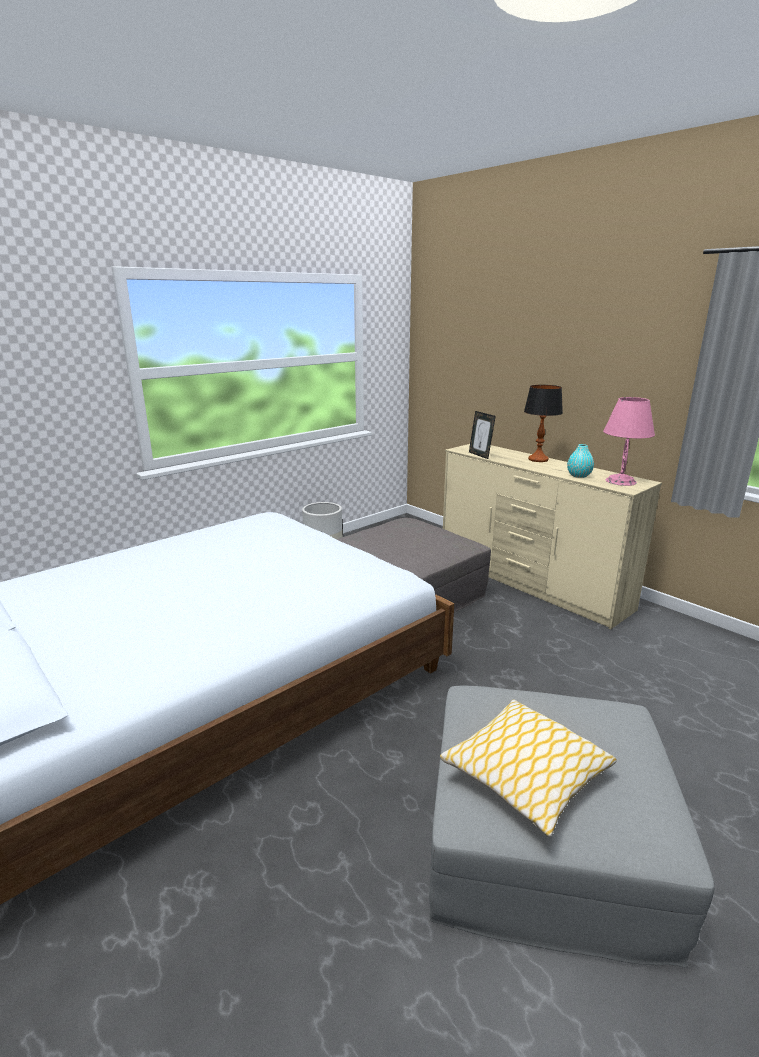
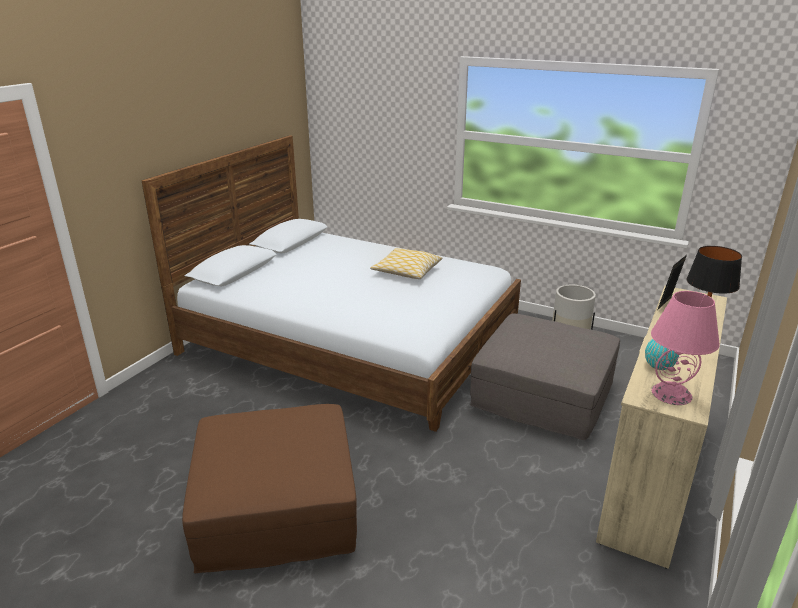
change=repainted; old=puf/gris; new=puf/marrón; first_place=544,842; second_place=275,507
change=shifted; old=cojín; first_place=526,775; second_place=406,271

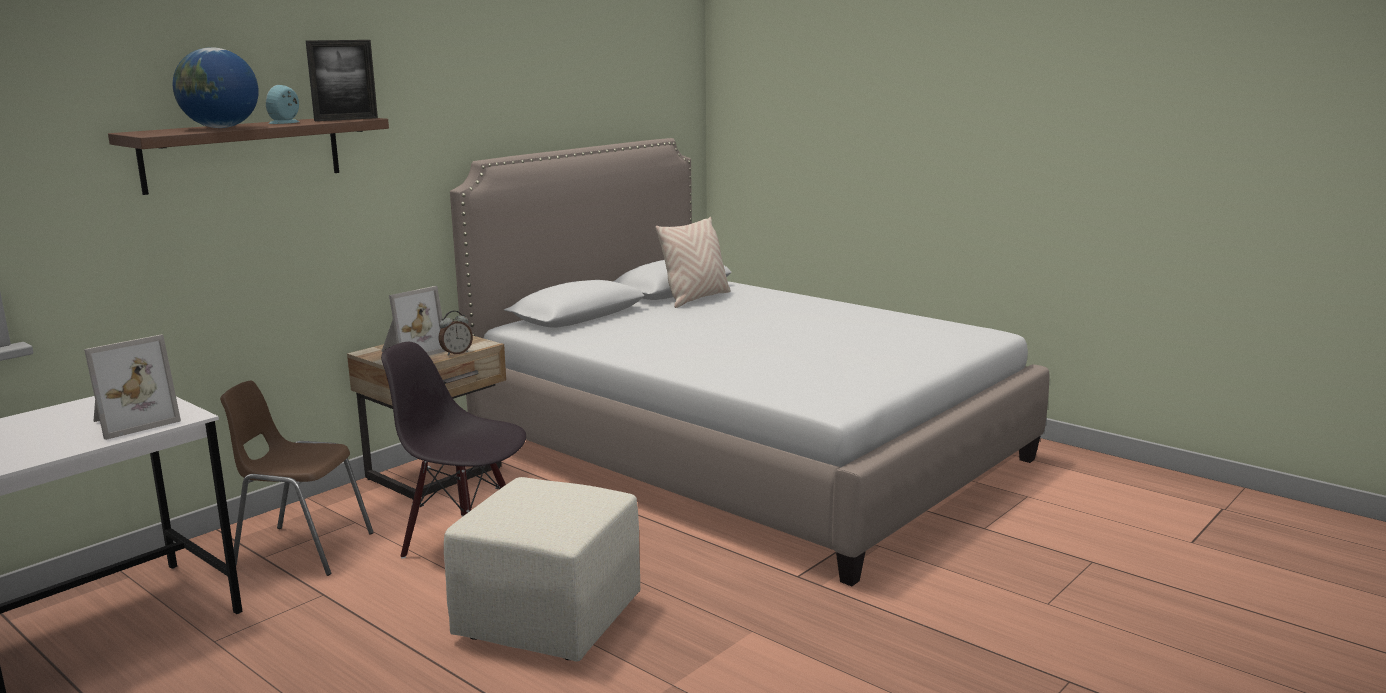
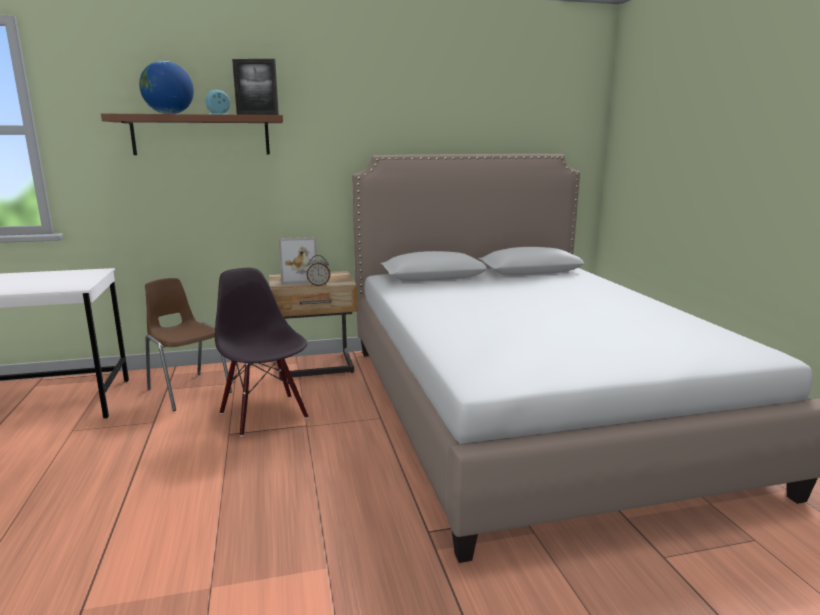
change=gone; old=portarretratos; first_place=132,422
change=gone; old=puf/beis; first_place=549,621
change=gone; old=cojín/beis; first_place=695,299

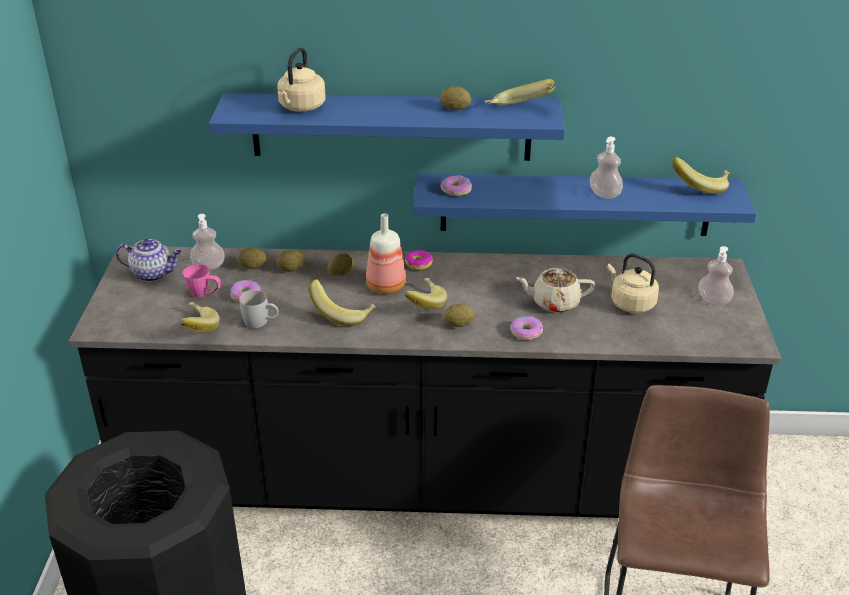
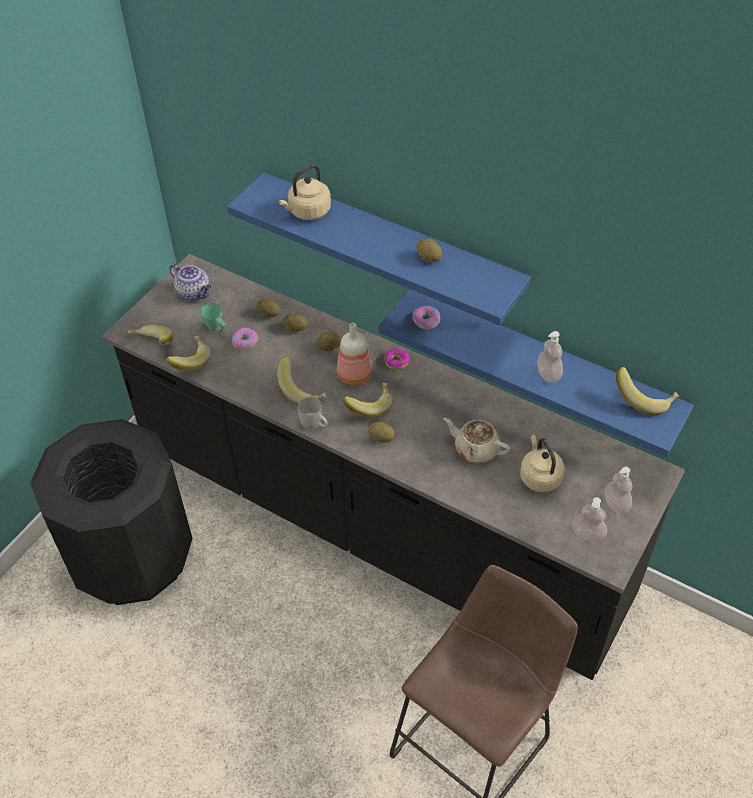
change=shifted; old=plátano; first_place=518,110; second_place=152,345
change=repainted; old=taza grande/rosa; new=taza grande/verde; first_place=205,294; second_place=217,329
change=shifted; old=taza grande/blanco; first_place=261,322; second_place=314,424
change=shifted; old=dispensador de jabón; first_place=209,266; second_place=587,534
change=gone; old=rosquilla; first_place=526,332

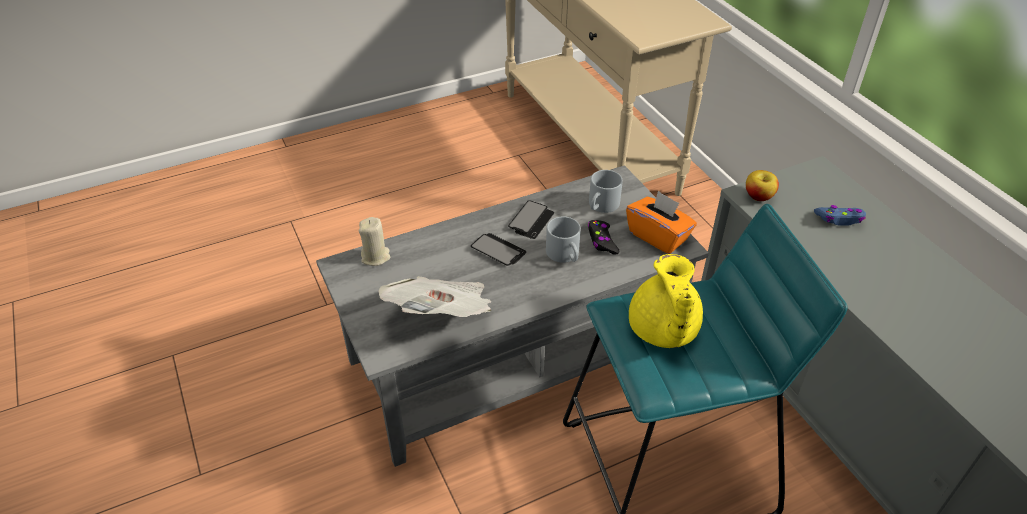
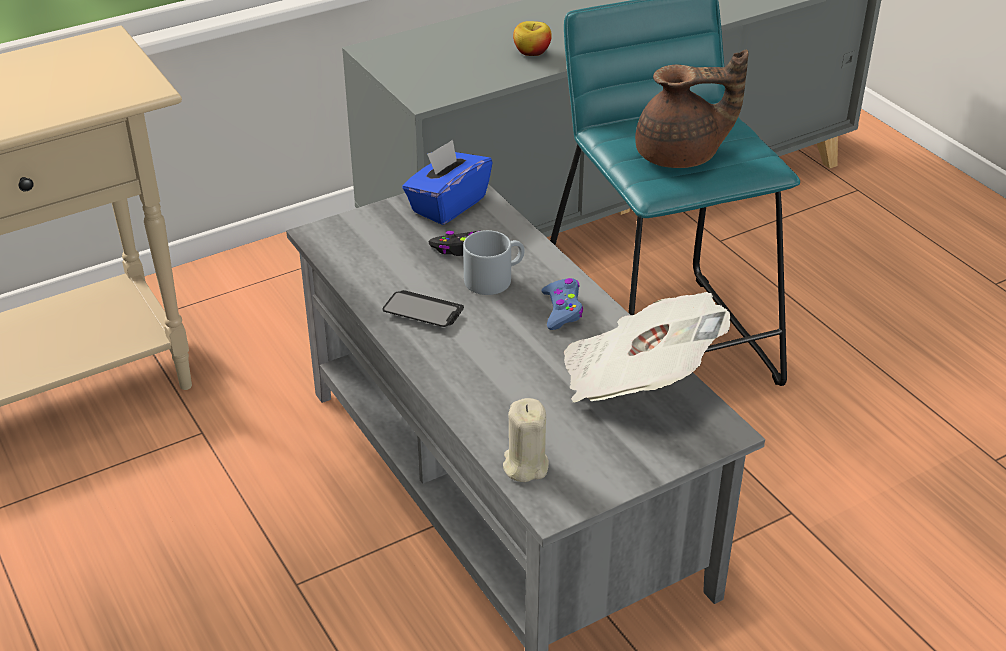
change=repainted; old=caja de pañuelos/naranja; new=caja de pañuelos/azul; first_place=658,236; second_place=448,205
change=shifted; old=manzana; first_place=758,196; second_place=532,53
change=shifted; old=mando de consola/azul; first_place=839,219; second_place=562,310
change=repainted; old=tetera/amarillo; new=tetera/marrón; first_place=662,331; second_place=681,156
change=gone; old=móvil; first_place=498,250
change=gone; old=taza grande/gris; first_place=602,206

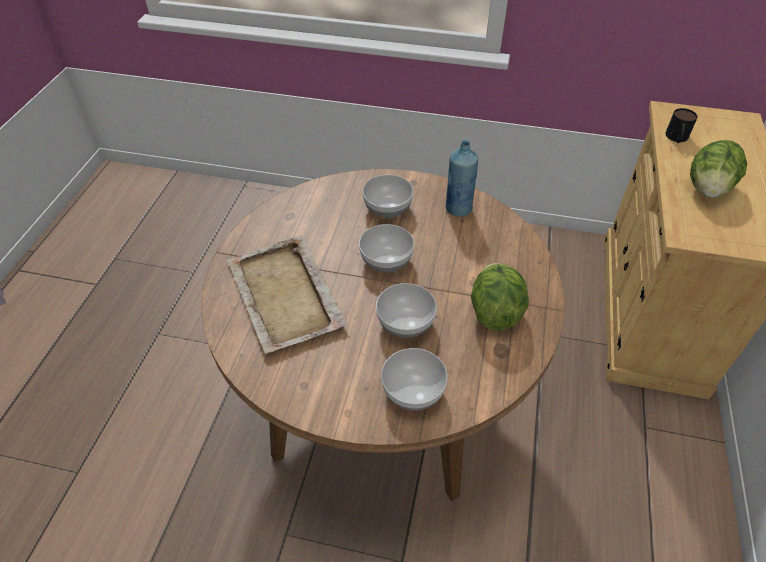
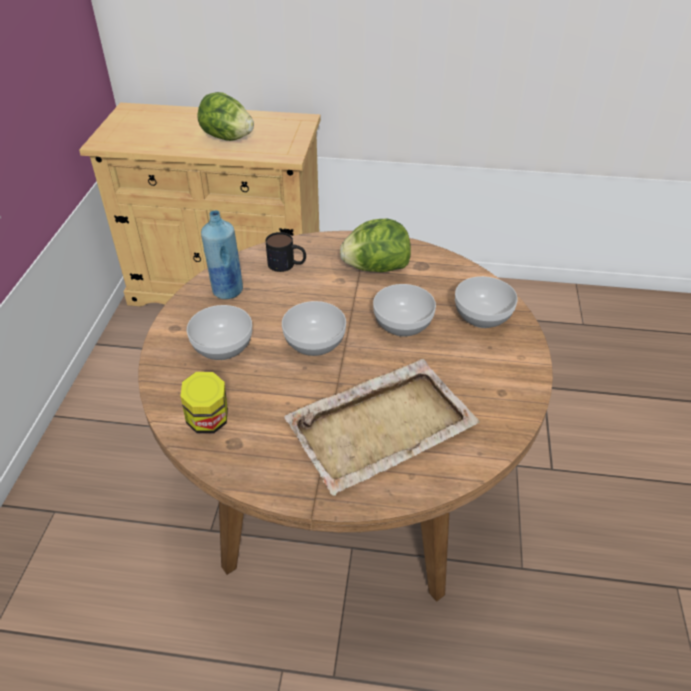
change=new; new=tarro; second_place=208,422
change=shifted; old=taza grande; first_place=676,138; second_place=287,265

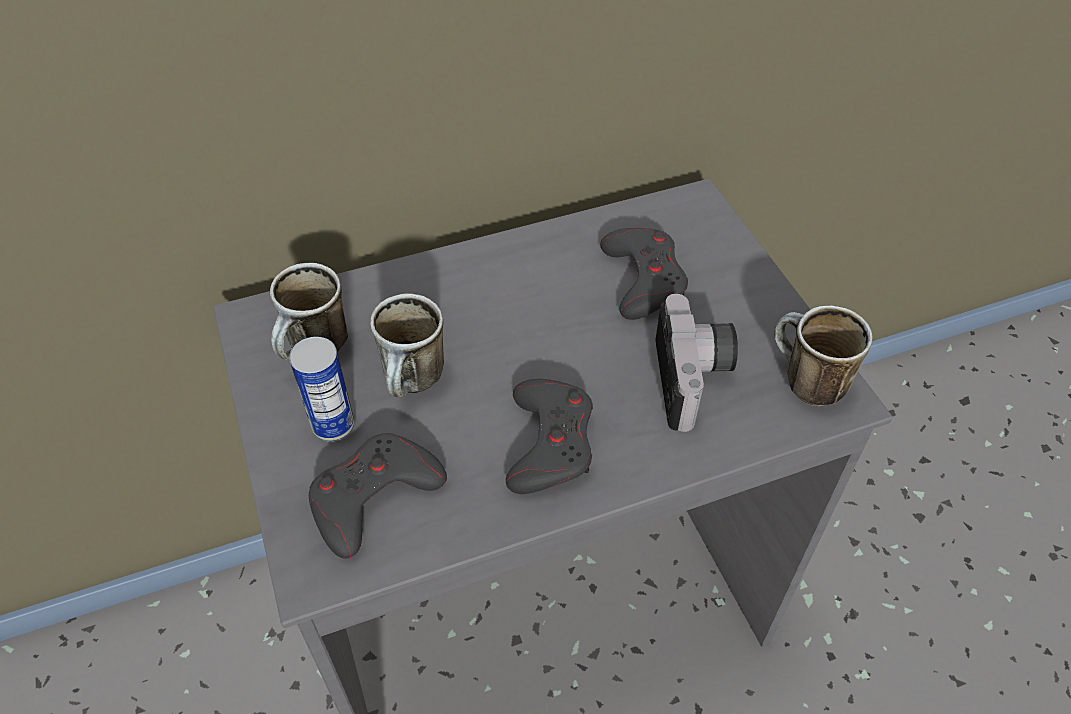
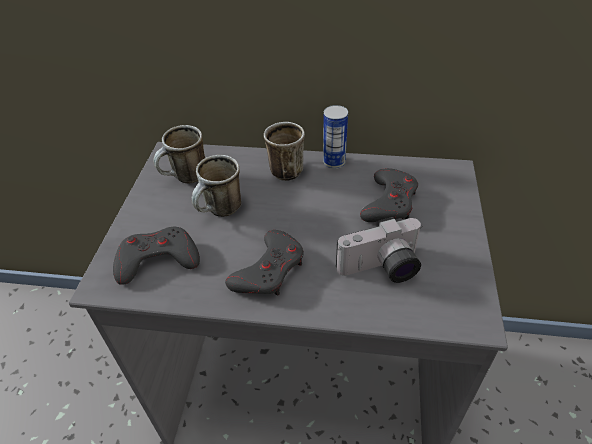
change=shifted; old=taza grande; first_place=803,383; second_place=283,169
change=shifted; old=lata; first_place=333,425; second_place=334,162
change=rotated; old=cámara; first_place=695,380; second_place=381,269; degrees=45

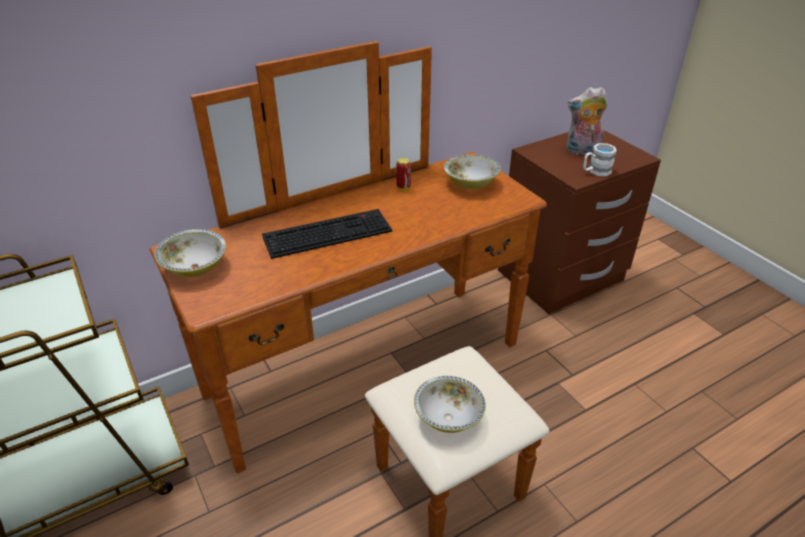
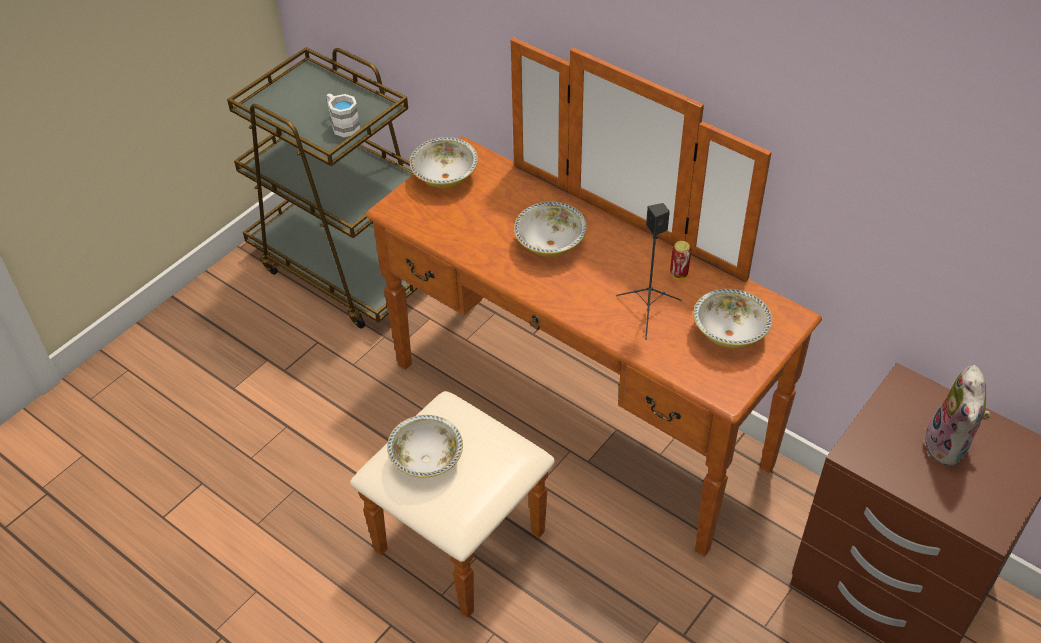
change=shifted; old=taza grande/blanco; first_place=595,171; second_place=342,125
change=swapped; old=teclado; new=cuenco; first_place=328,232; second_place=550,244
change=new; new=altavoz/negro; second_place=648,312
change=rotated; old=peluche; first_place=581,152; second_place=949,446; degrees=-150

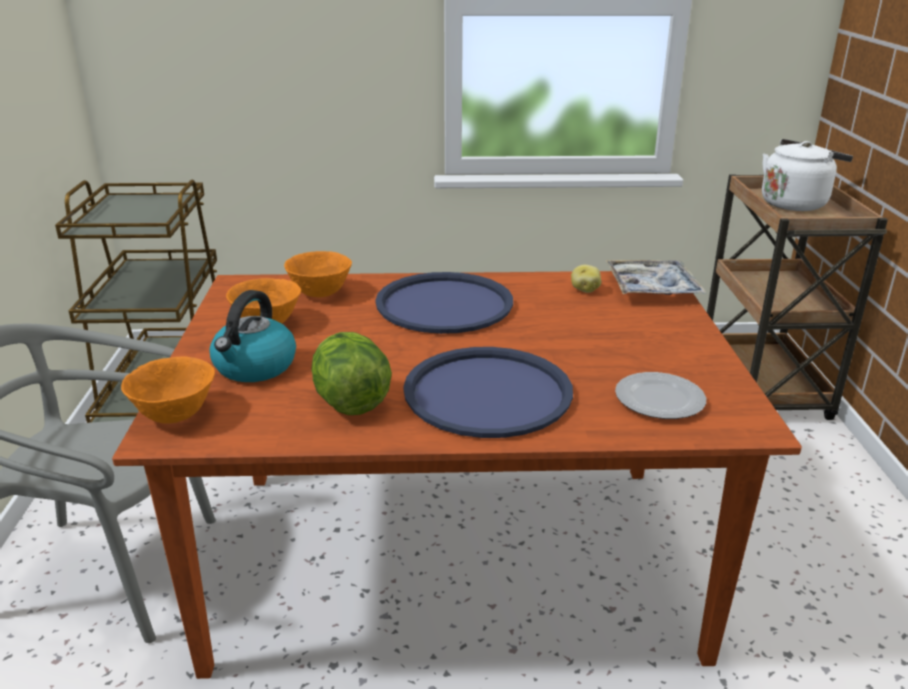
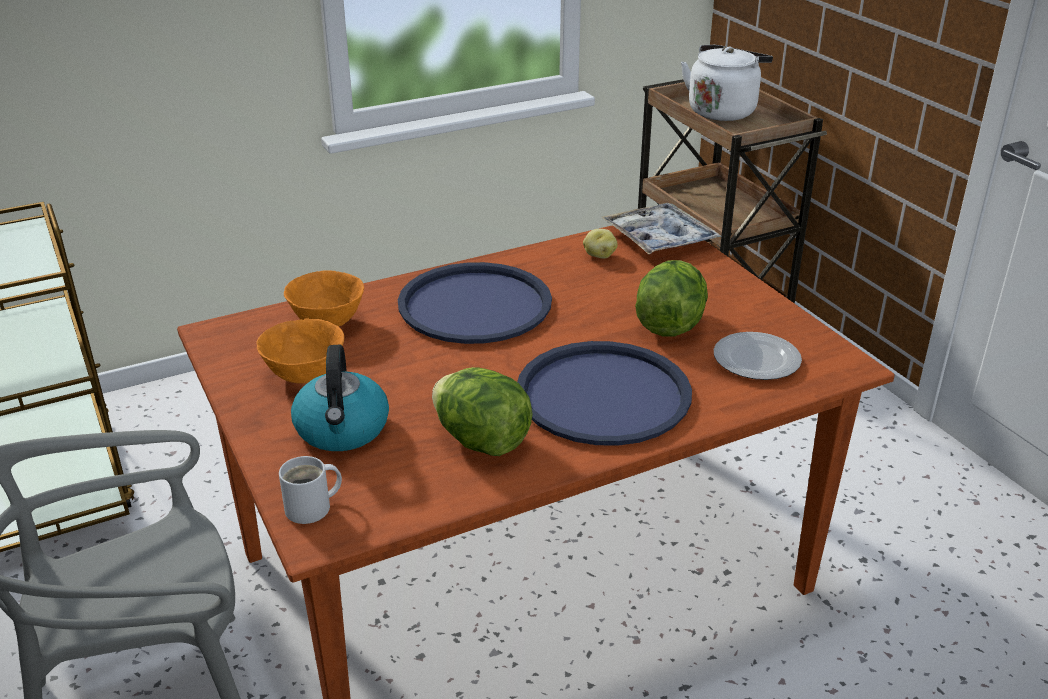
change=swapped; old=cuenco/naranja; new=taza grande/blanco; first_place=176,415; second_place=312,508
change=new; new=lechuga; second_place=669,325

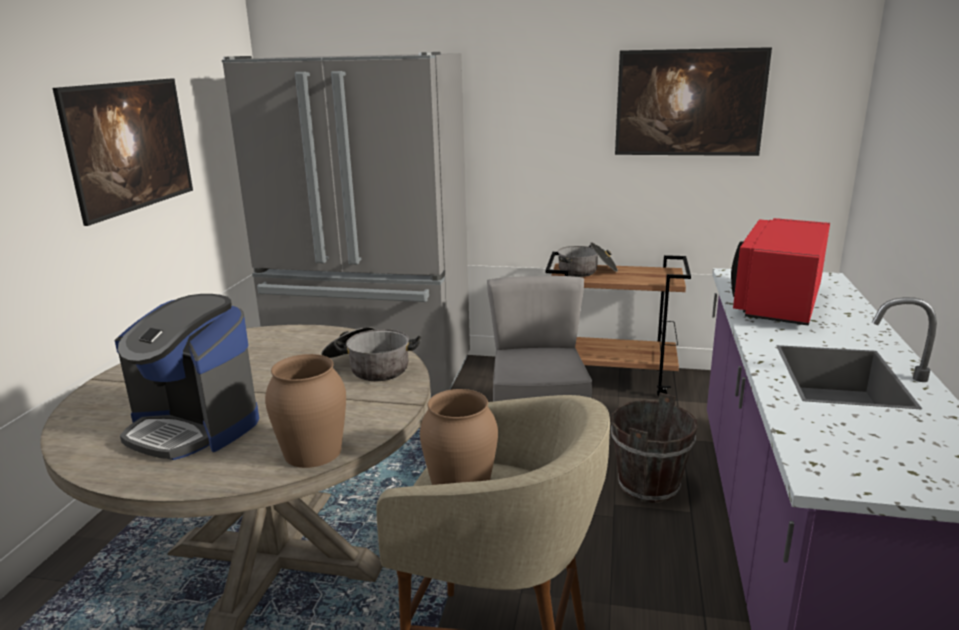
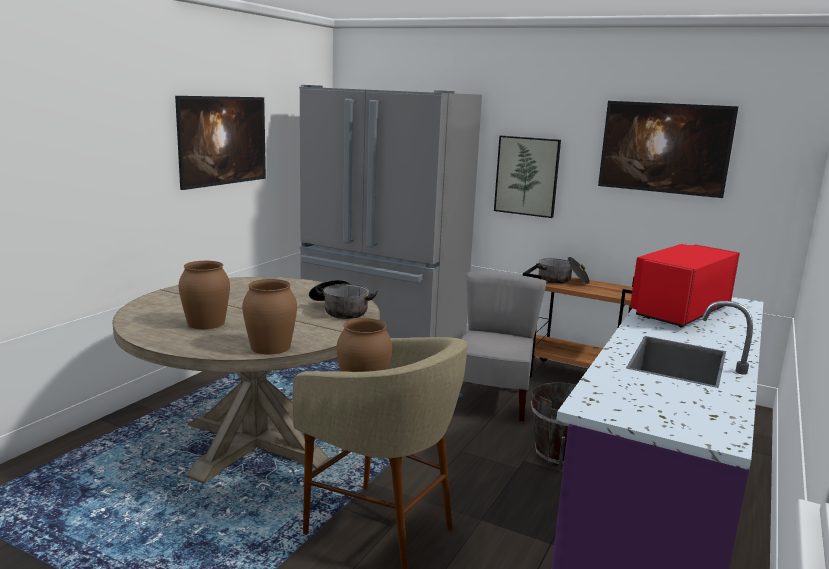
change=swapped; old=cafetera; new=florero/marrón; first_place=194,427; second_place=206,323
change=new; new=cuadro; second_place=527,176

